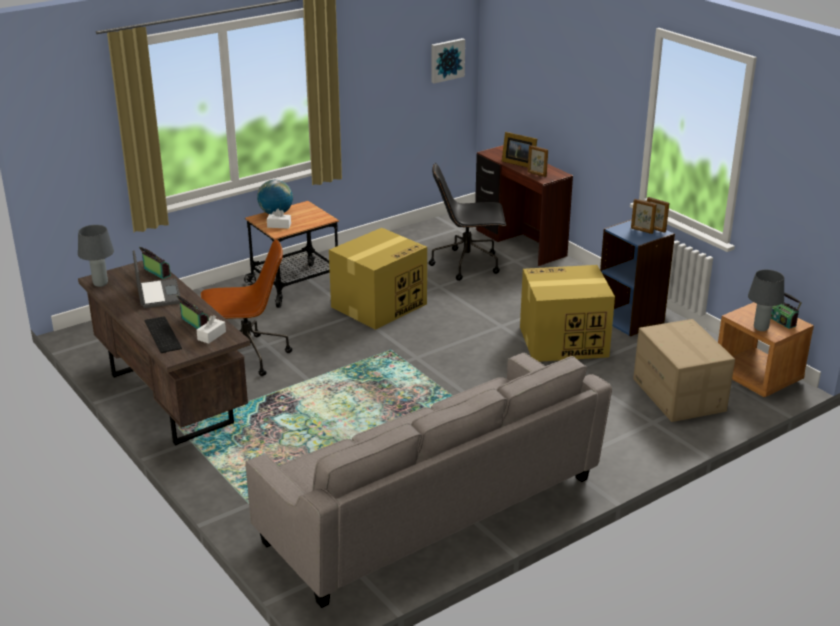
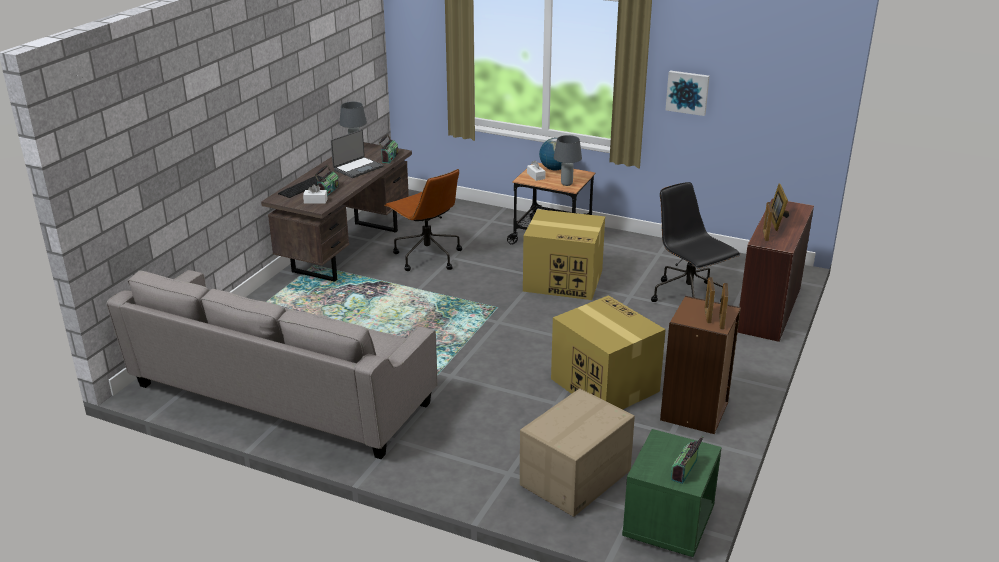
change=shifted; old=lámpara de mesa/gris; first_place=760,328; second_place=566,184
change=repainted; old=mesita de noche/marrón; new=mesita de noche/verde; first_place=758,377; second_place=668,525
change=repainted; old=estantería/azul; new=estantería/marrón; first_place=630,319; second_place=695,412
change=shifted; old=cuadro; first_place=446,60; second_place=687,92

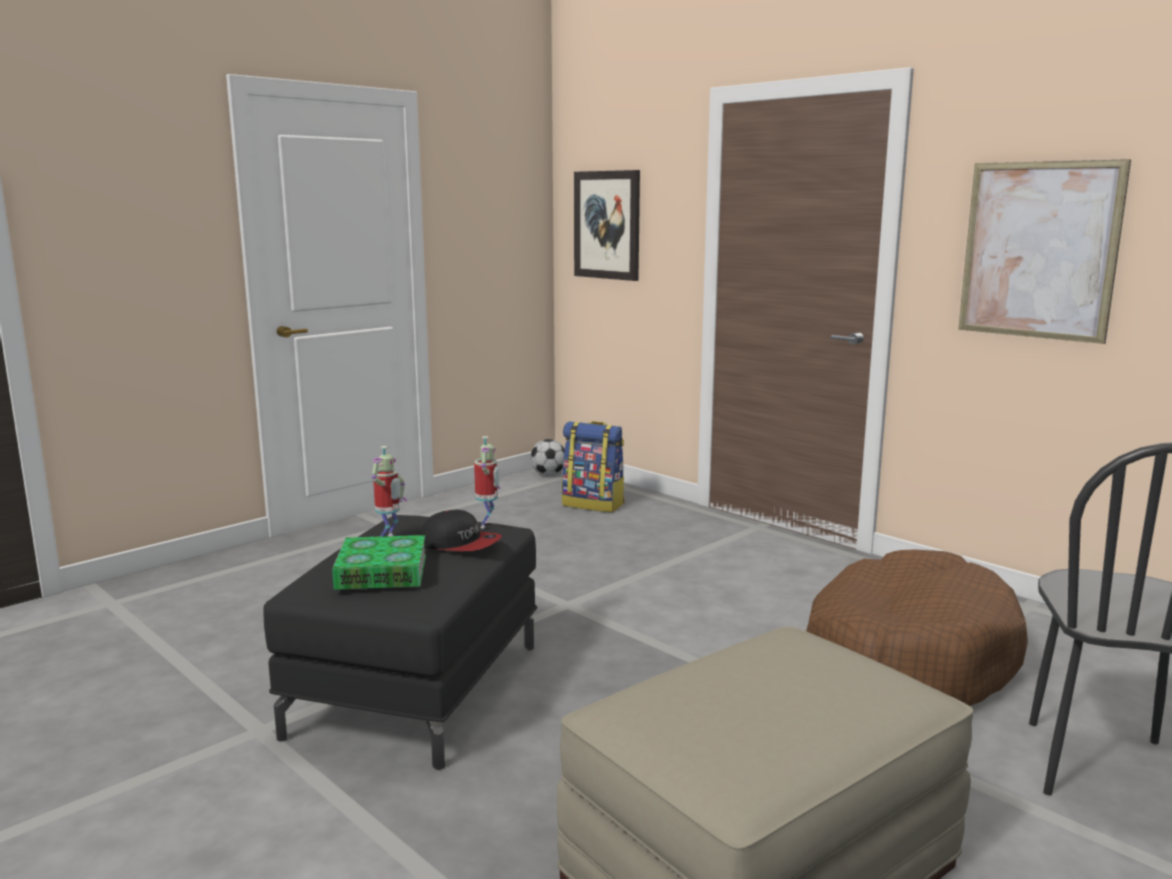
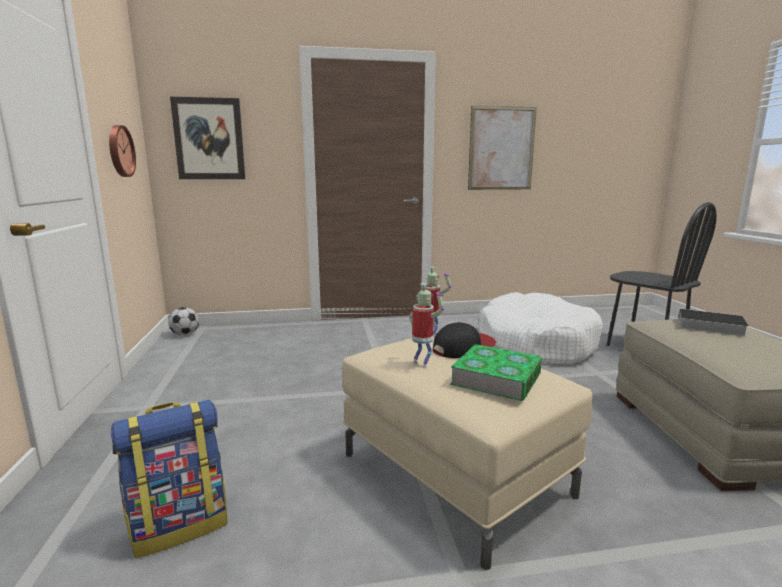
change=new; new=reloj de pared; second_place=119,151
change=shifted; old=mochila; first_place=594,504; second_place=180,524
change=repainted; old=puf/negro; new=puf/beis; first_place=416,688; second_place=453,474
change=repainted; old=cama para perro/marrón; new=cama para perro/blanco; first_place=905,657; second_place=536,343
change=new; new=libro; second_place=707,326

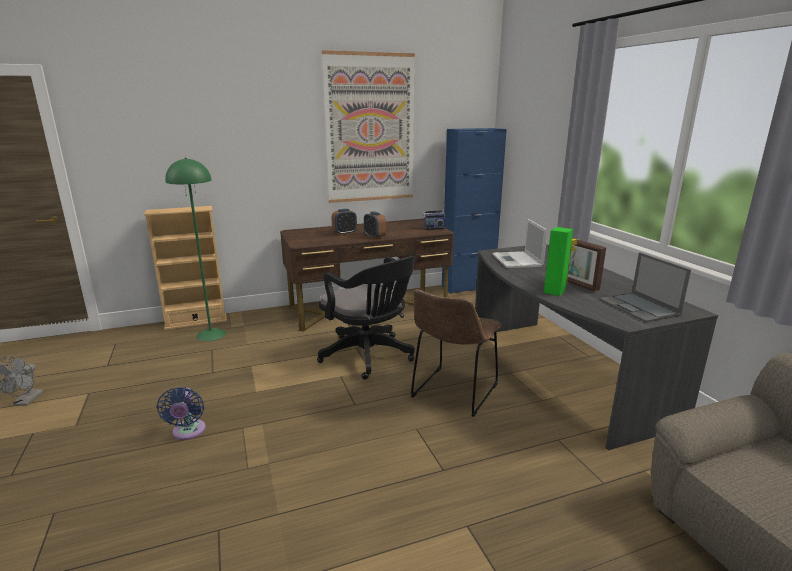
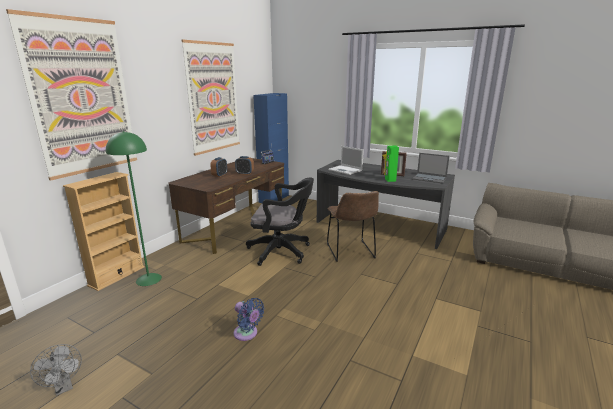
change=new; new=cuadro; second_place=82,97

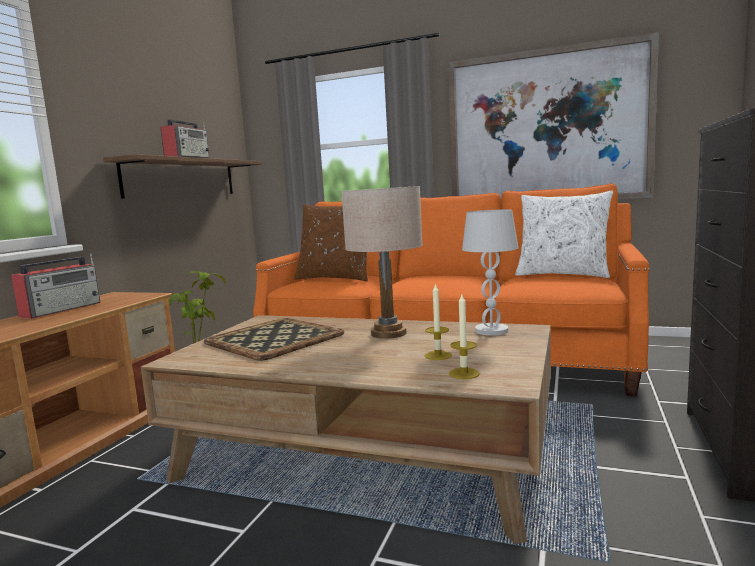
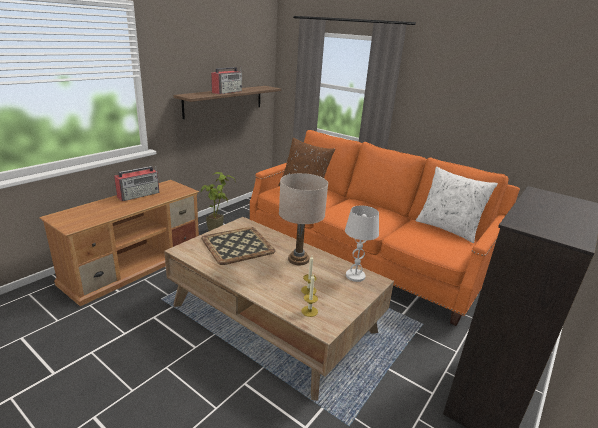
change=gone; old=cuadro; first_place=546,128

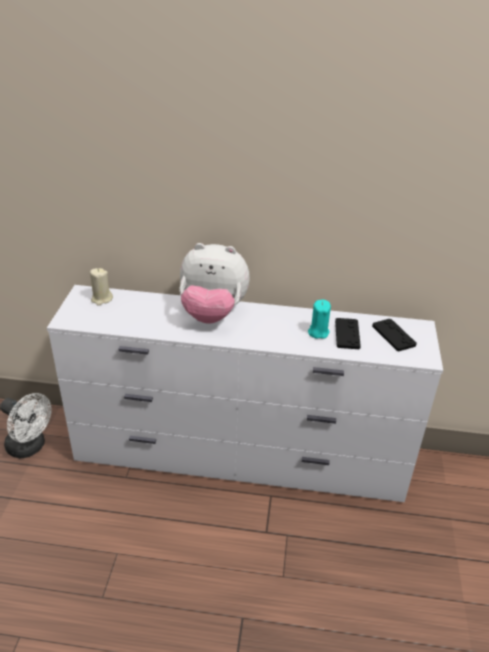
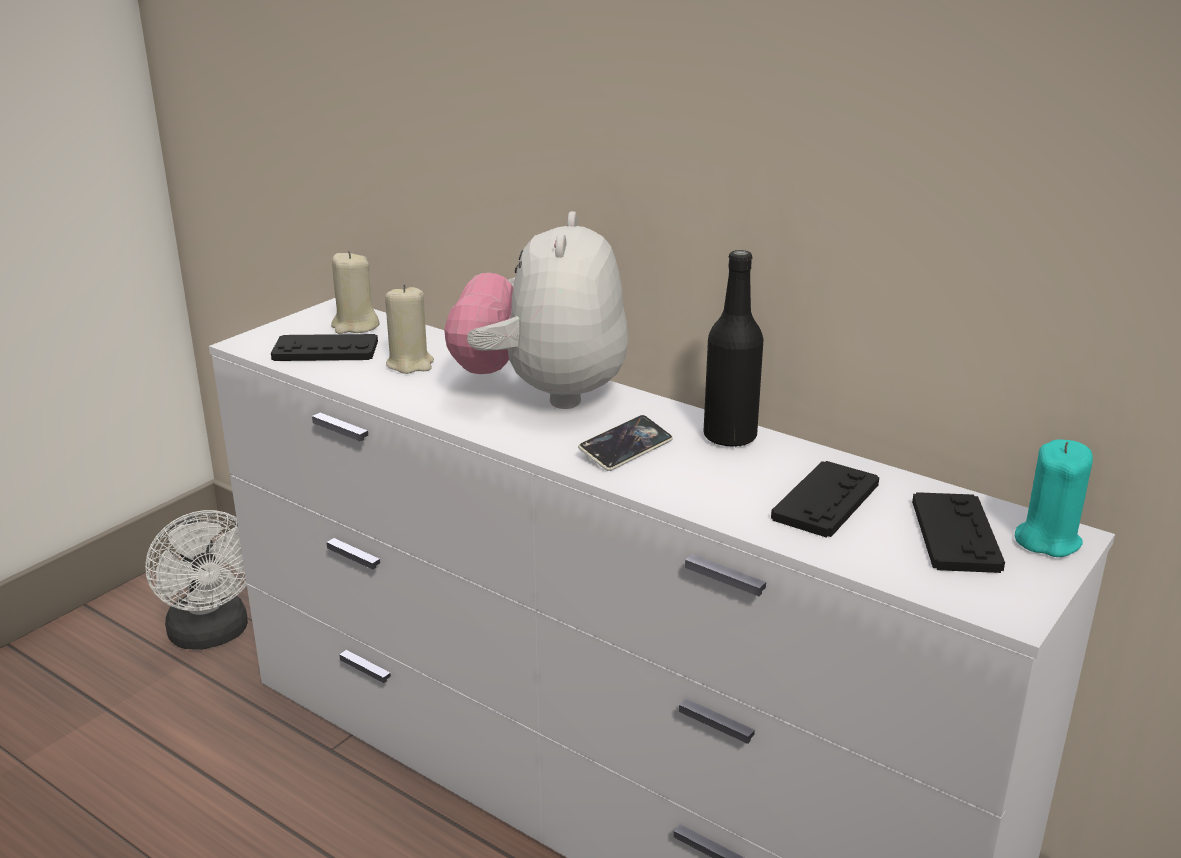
change=new; new=mando de consola/negro; second_place=325,350
change=new; new=vela/beis; second_place=410,364
change=rotated; old=peluche; first_place=212,314; second_place=543,393; degrees=60
change=new; new=móvil; second_place=626,449
change=new; new=botella/negro; second_place=729,437
change=shifted; old=vela/turquesa; first_place=318,332; second_place=1047,540

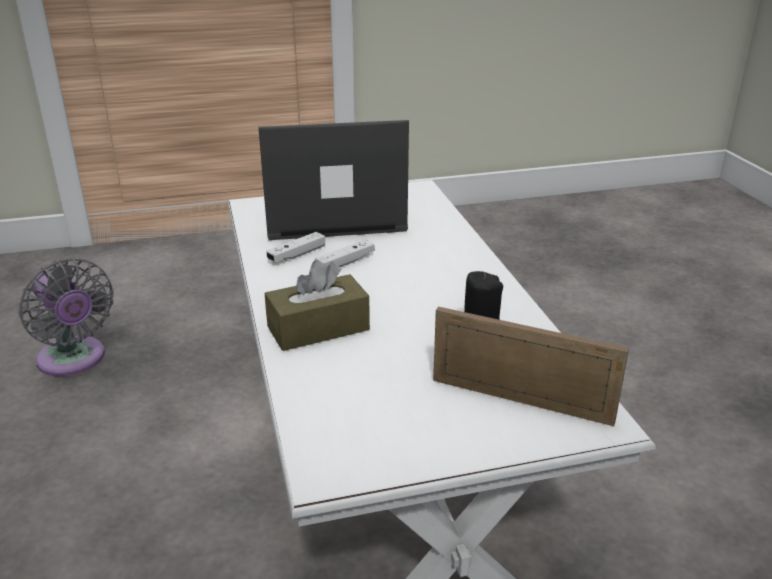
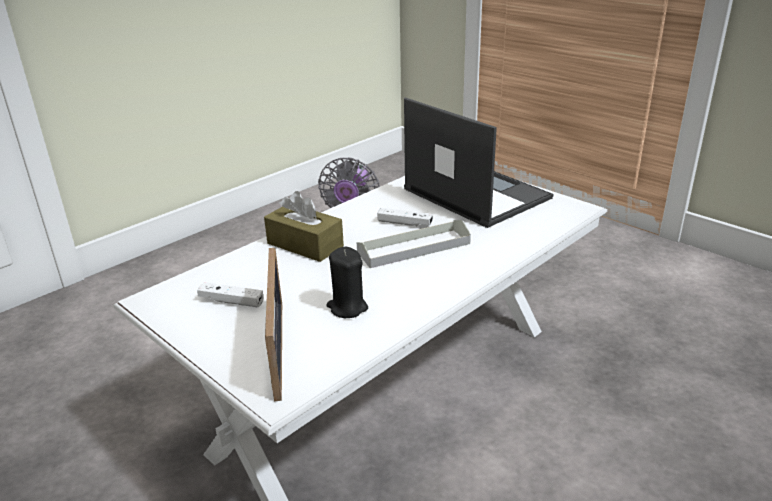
change=shifted; old=mando de consola/blanco; first_place=297,255; second_place=231,301
change=new; new=bandeja/gris; second_place=414,248

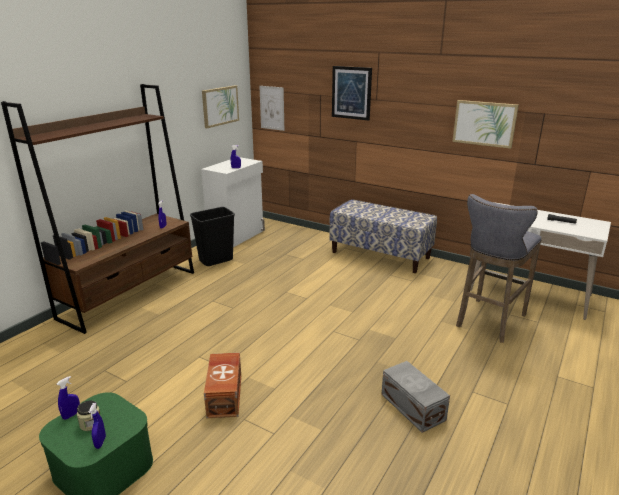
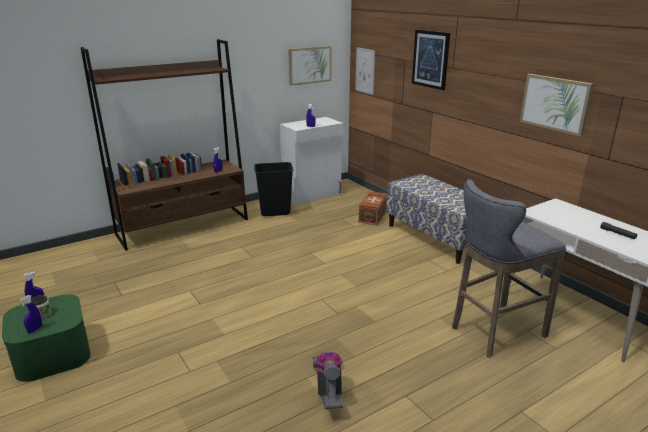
change=swapped; old=caja de almacenaje/gris; new=aspiradora; first_place=412,408; second_place=329,390
change=shifted; old=caja de almacenaje/marrón; first_place=225,395; second_place=373,216

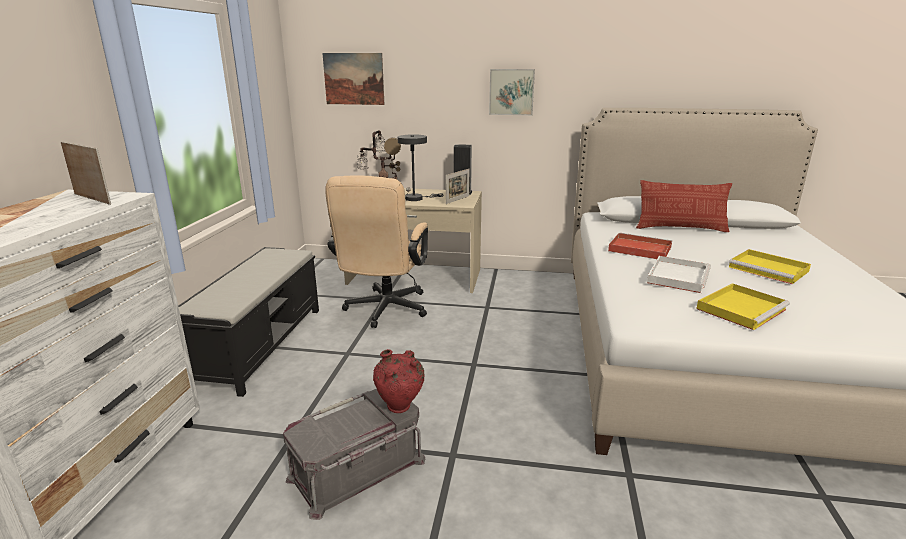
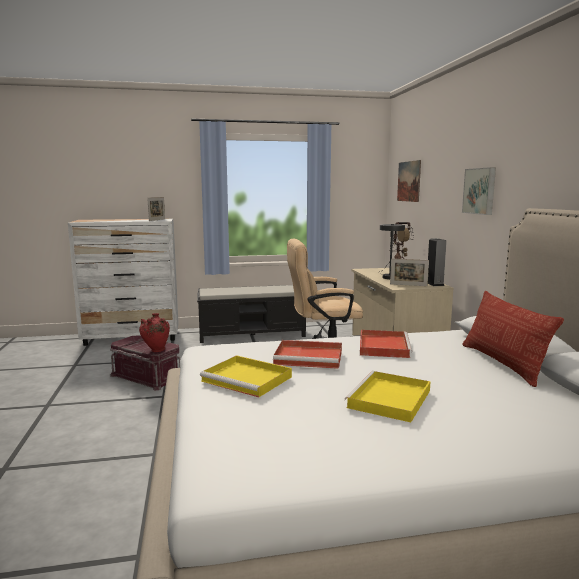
change=repainted; old=caja de almacenaje/gris; new=caja de almacenaje/rojo; first_place=358,470; second_place=146,377
change=repainted; old=bandeja/blanco; new=bandeja/rojo; first_place=677,276; second_place=310,357

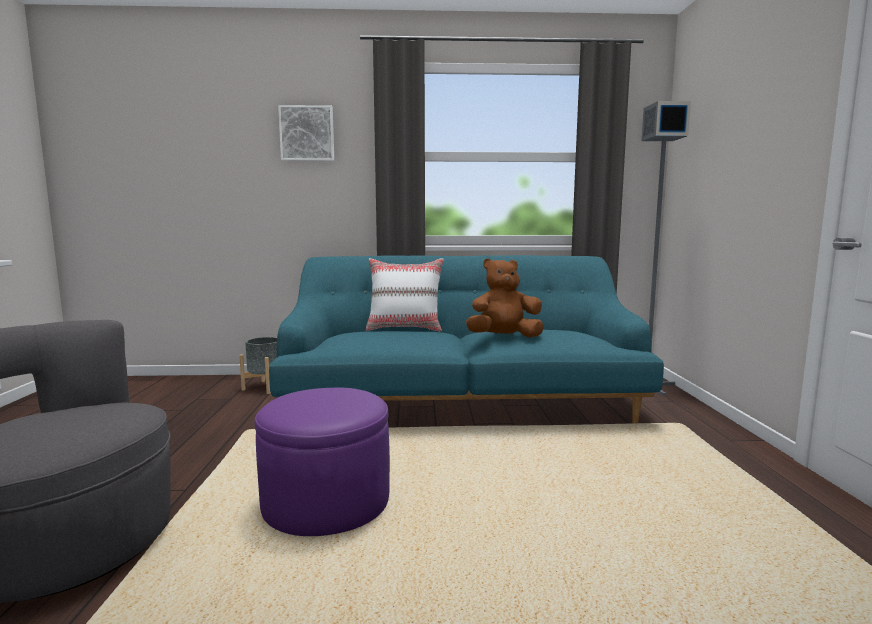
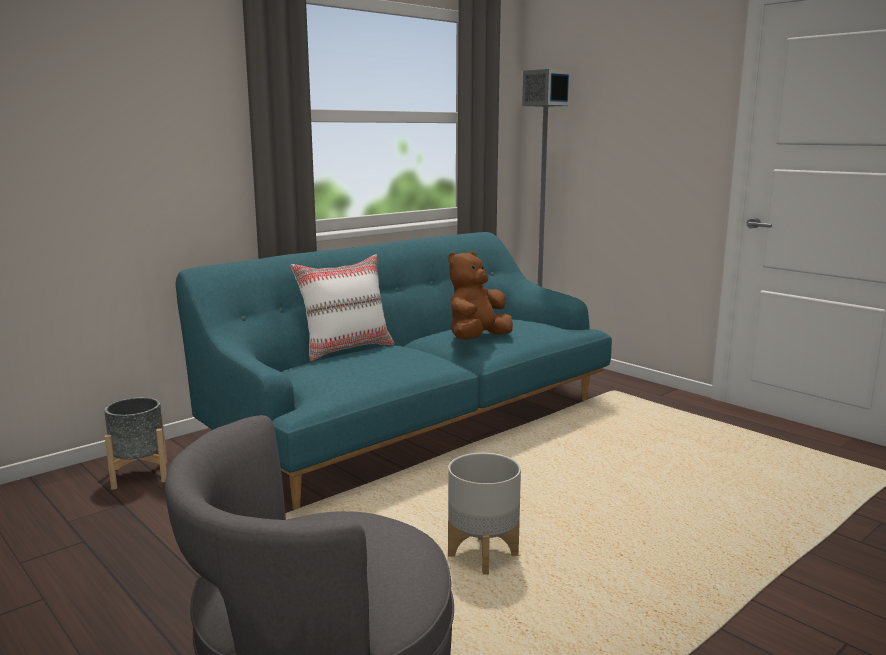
change=swapped; old=puf/morado; new=maceta/gris; first_place=326,501; second_place=483,556
change=gone; old=cuadro; first_place=307,134

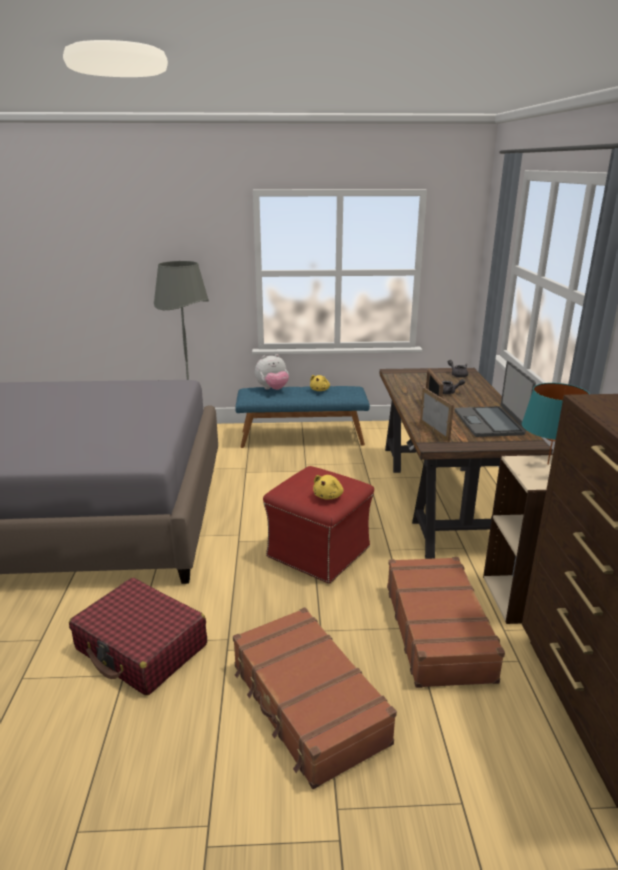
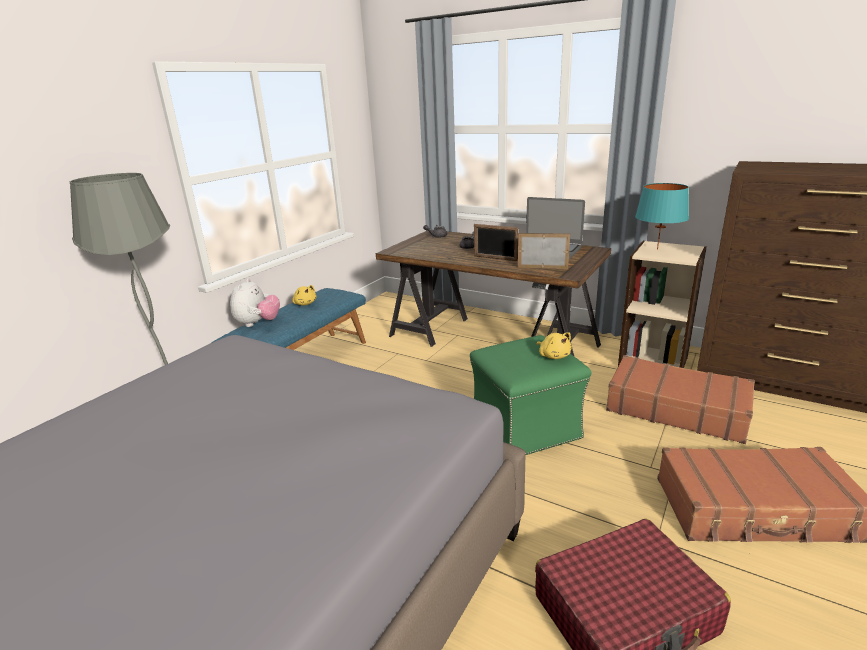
change=repainted; old=puf/rojo; new=puf/verde; first_place=319,552; second_place=526,426

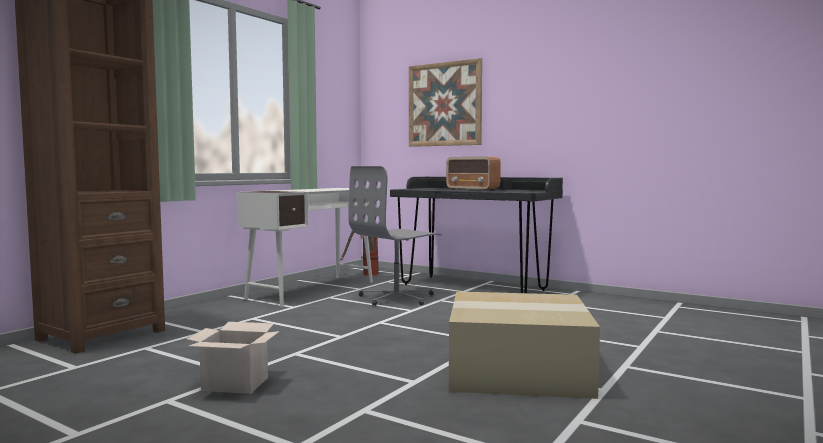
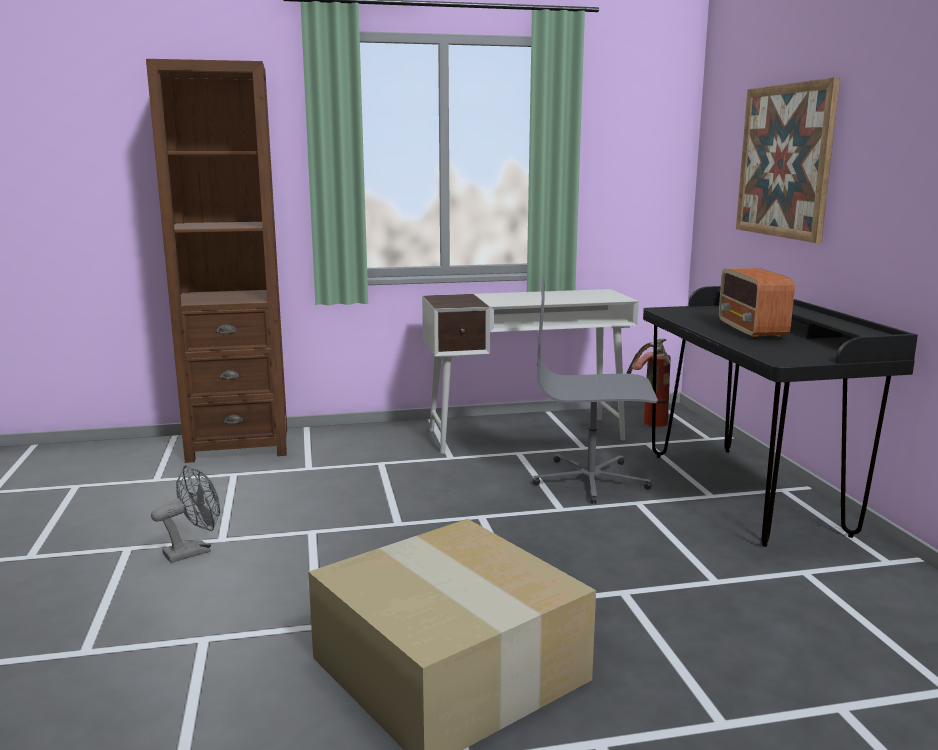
change=swapped; old=caja de cartón; new=ventilador/gris; first_place=233,384; second_place=194,551

